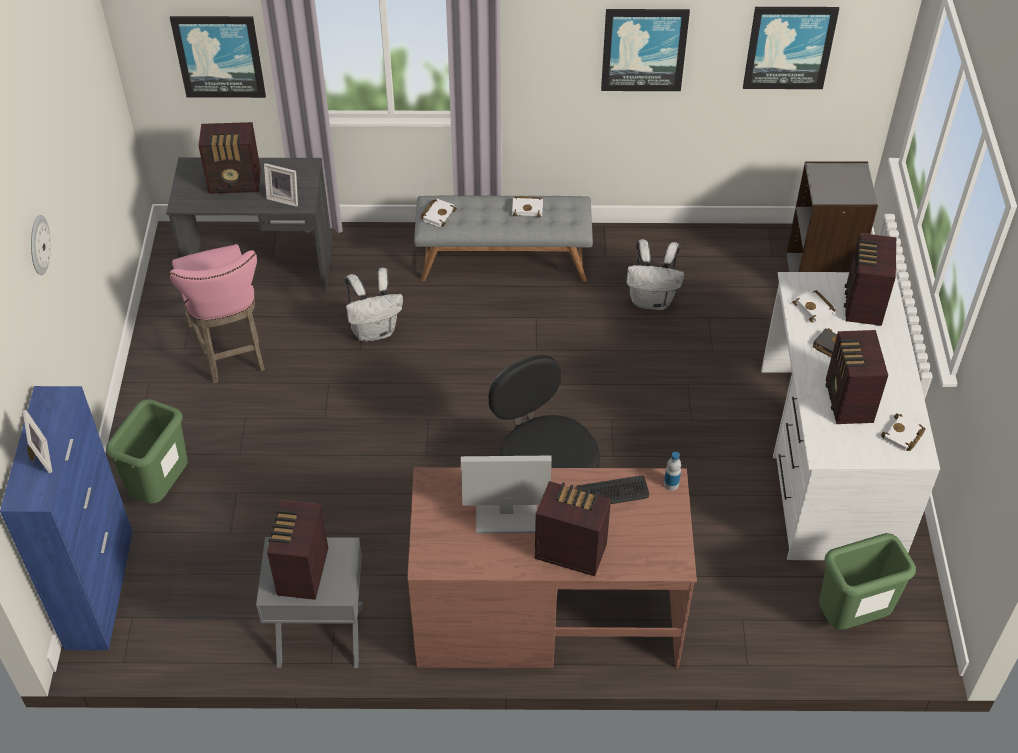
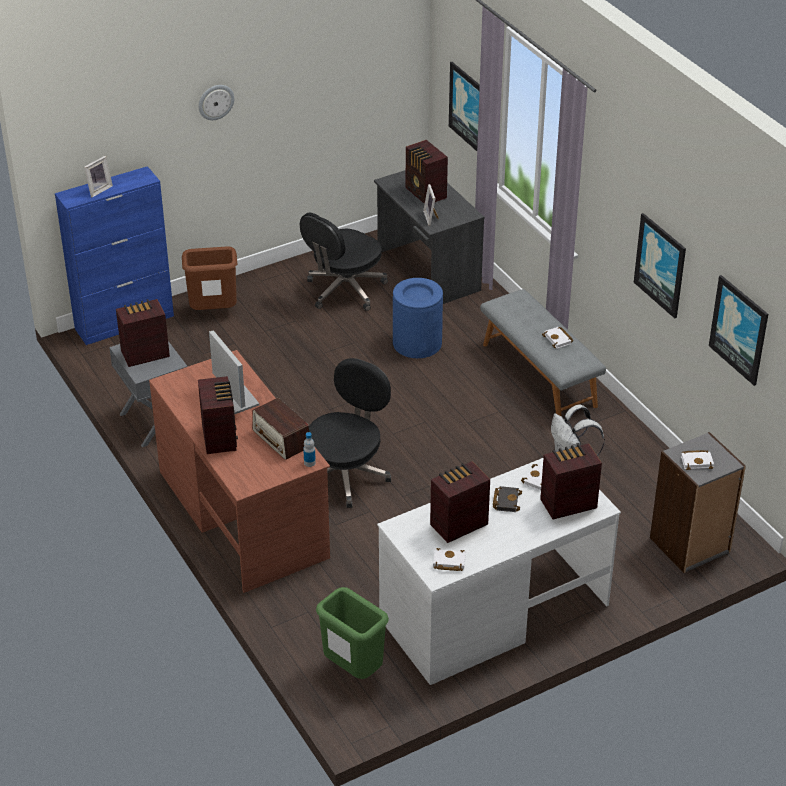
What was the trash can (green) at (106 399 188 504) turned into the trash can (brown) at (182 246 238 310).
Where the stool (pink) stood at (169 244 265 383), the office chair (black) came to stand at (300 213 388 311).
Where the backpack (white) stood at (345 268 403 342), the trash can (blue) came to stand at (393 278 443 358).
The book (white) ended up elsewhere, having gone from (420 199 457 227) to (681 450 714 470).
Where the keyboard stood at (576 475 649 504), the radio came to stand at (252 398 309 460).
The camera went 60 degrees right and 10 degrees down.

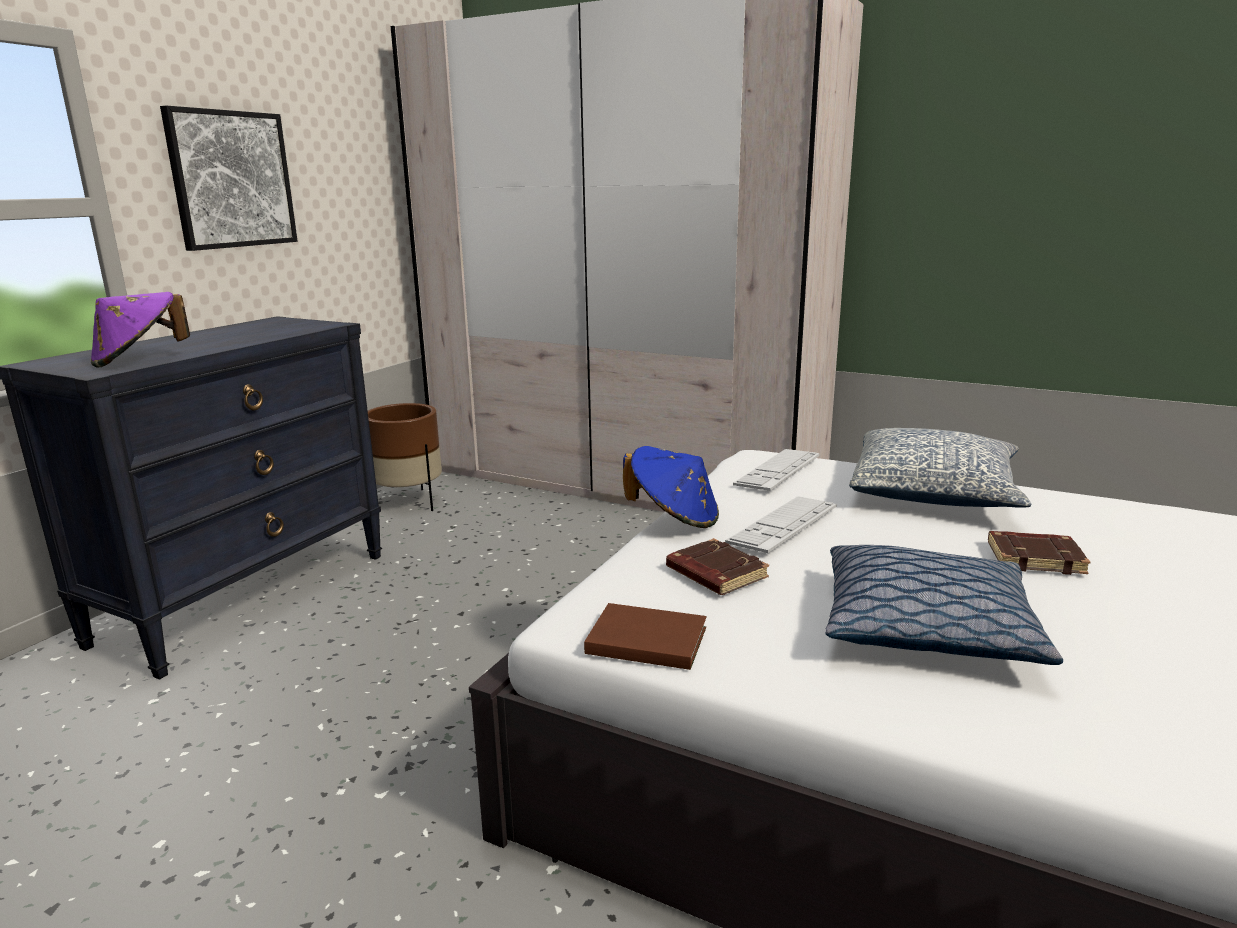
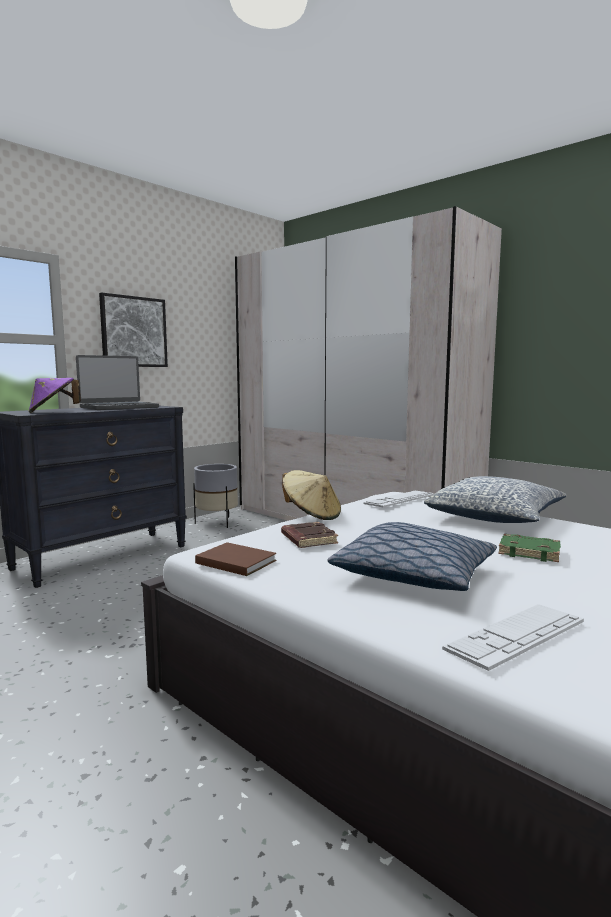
What was the planter (brown) at (368 403 442 511) turned into the planter (grey) at (193 464 238 528).
What was the hat (blue) at (623 446 719 528) turned into the hat (beige) at (282 470 341 520).
The keyboard ended up elsewhere, having gone from (725 496 837 553) to (442 604 584 671).
What was the book (brown) at (988 531 1091 575) turned into the book (green) at (498 534 561 562).
The second view gained the laptop at (76 355 159 410).
The camera went 15 degrees right and 10 degrees down.

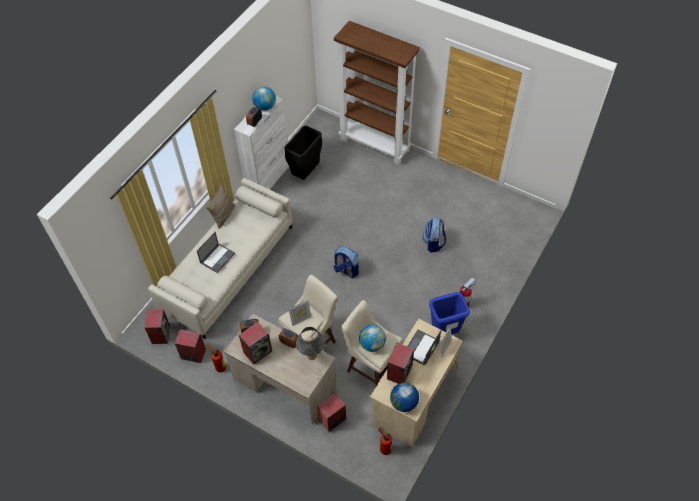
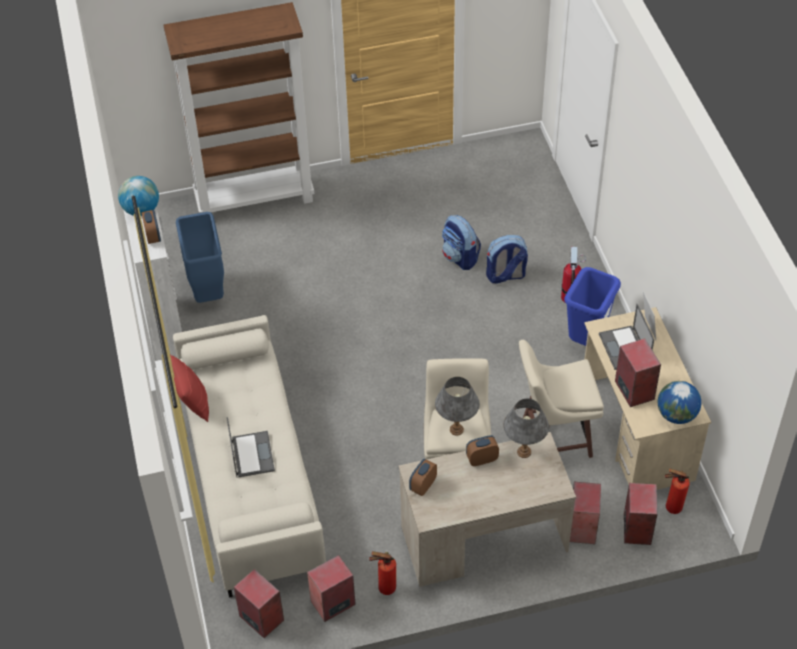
What was the pillow (beige) at (205 184 235 229) turned into the pillow (red) at (170 355 209 422).
The speaker ended up elsewhere, having gone from (239 322 272 364) to (624 483 658 545).
What was the trash can (black) at (284 126 322 180) turned into the trash can (blue) at (176 212 224 303).
Where the picture frame stood at (288 300 311 326), the table lamp (grey) came to stand at (435 377 480 436).
The backpack ended up elsewhere, having gone from (333 246 359 278) to (486 235 528 283).
The second view lost the globe at (359 325 386 352).
The camera went 45 degrees left and 5 degrees down.

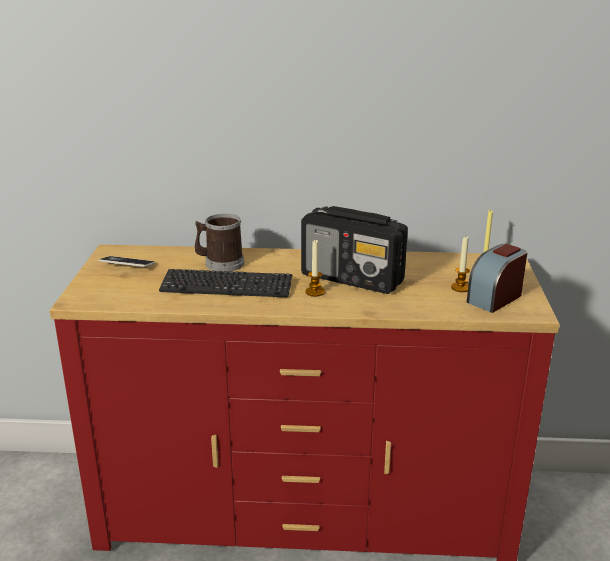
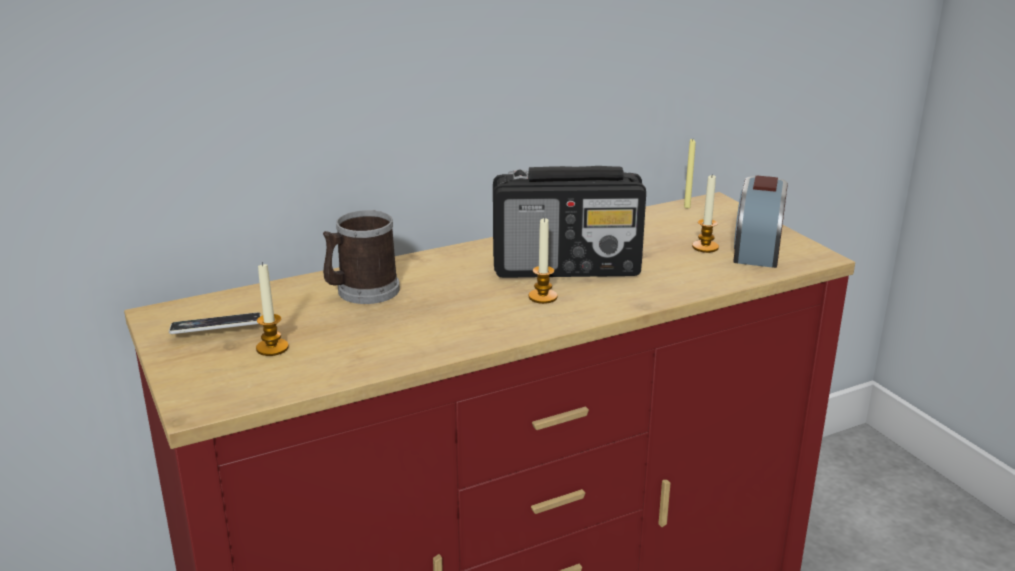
The second view lost the keyboard at (159 269 292 297).
The second view gained the candle at (256 262 289 356).
The camera went 30 degrees left and 0 degrees up.

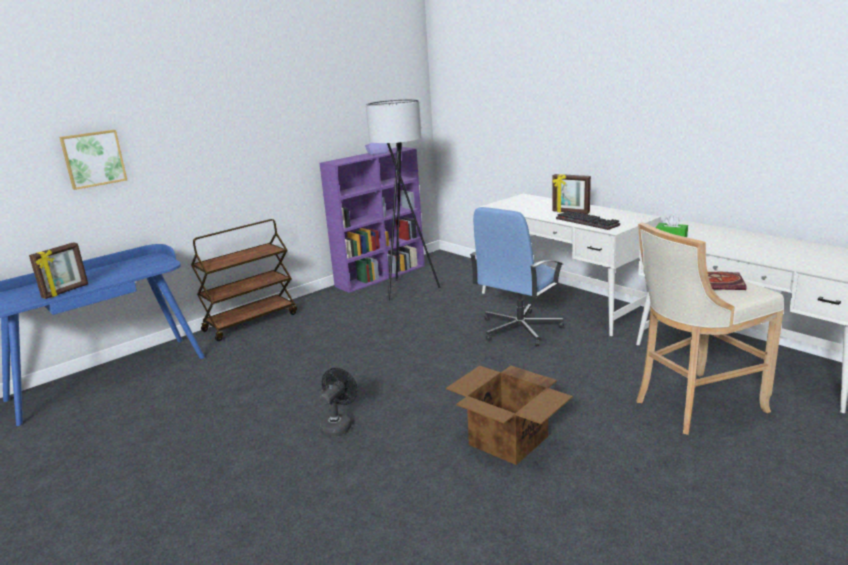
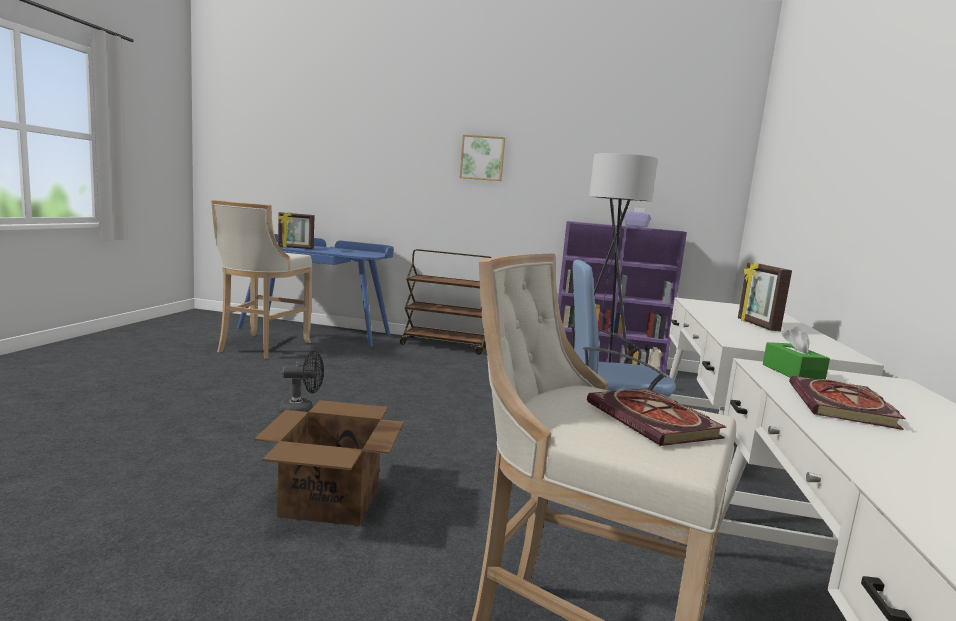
The picture ended up elsewhere, having gone from (59 130 127 190) to (460 135 505 181).
The second view lost the keyboard at (556 211 620 230).
The second view gained the stool (beige) at (211 200 312 359).
The second view gained the book at (789 376 906 430).
The camera went 50 degrees right and 10 degrees down.

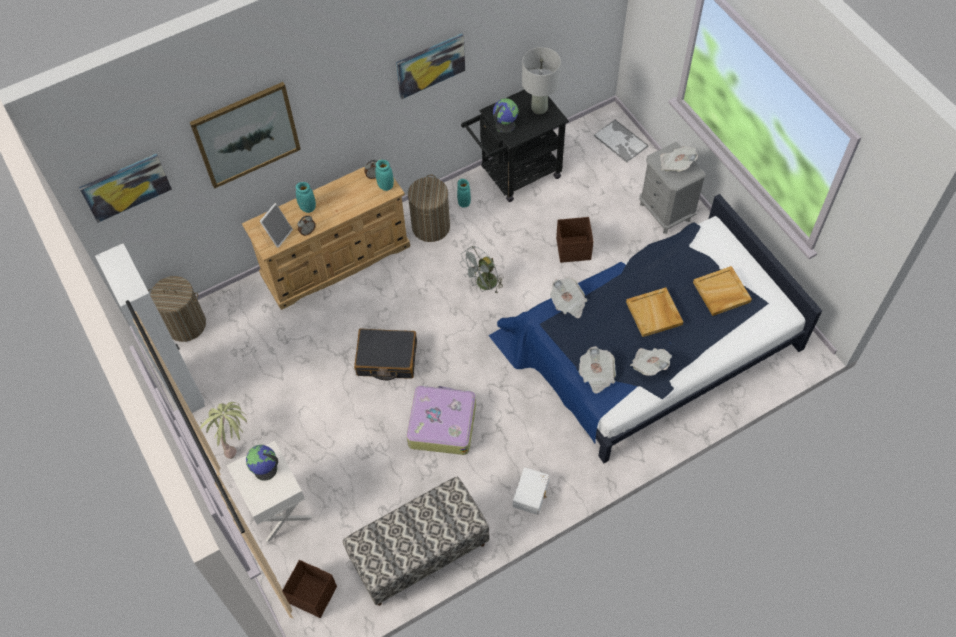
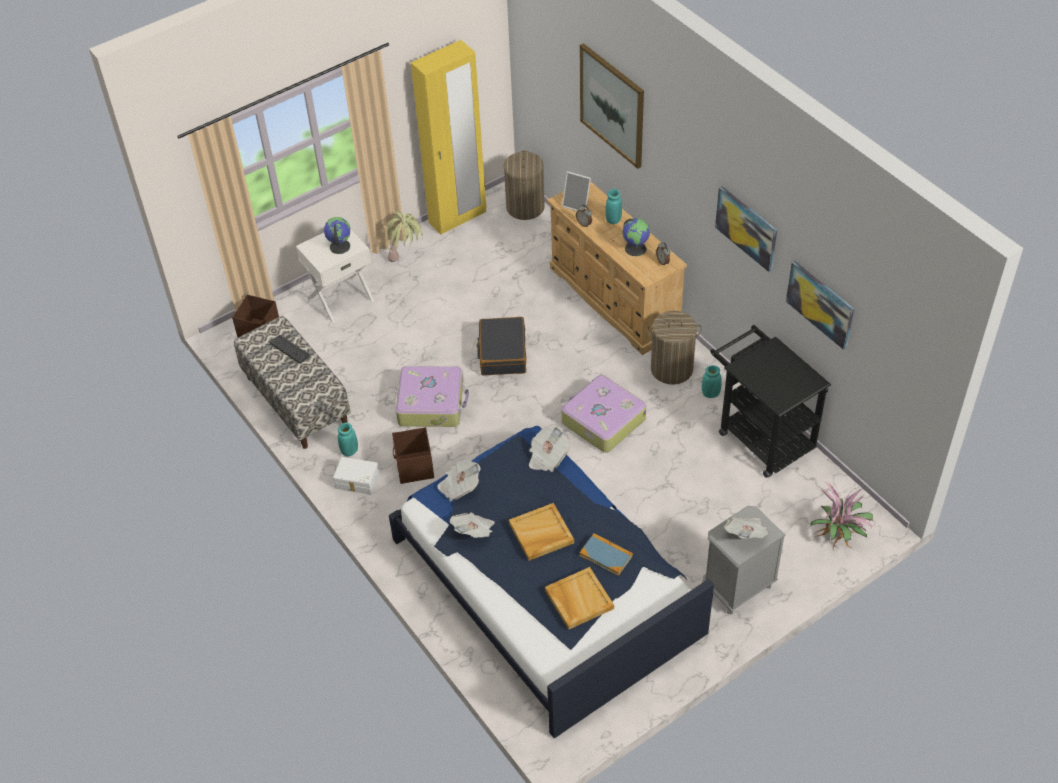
The picture ended up elsewhere, having gone from (79 154 172 223) to (786 261 854 350).
What was the wardrobe (white) at (95 244 205 413) turned into the wardrobe (yellow) at (411 40 486 235).
The vase (turquoise) ended up elsewhere, having gone from (375 160 394 191) to (338 423 358 456).
Where the fan (grey) stood at (460 246 503 293), the suitcase came to stand at (561 375 646 453).
The globe ended up elsewhere, having gone from (493 98 518 133) to (622 218 650 256).
The second view lost the table lamp (grey) at (522 47 561 114).
The storage box (brown) ended up elsewhere, having gone from (556 217 594 263) to (392 427 434 484).
Where the tray stood at (594 120 649 163), the potted plant came to stand at (810 480 873 549).
The second view gained the keyboard at (270 335 310 364).
The second view gained the book at (580 534 633 576).
The camera went 85 degrees right and 10 degrees down.

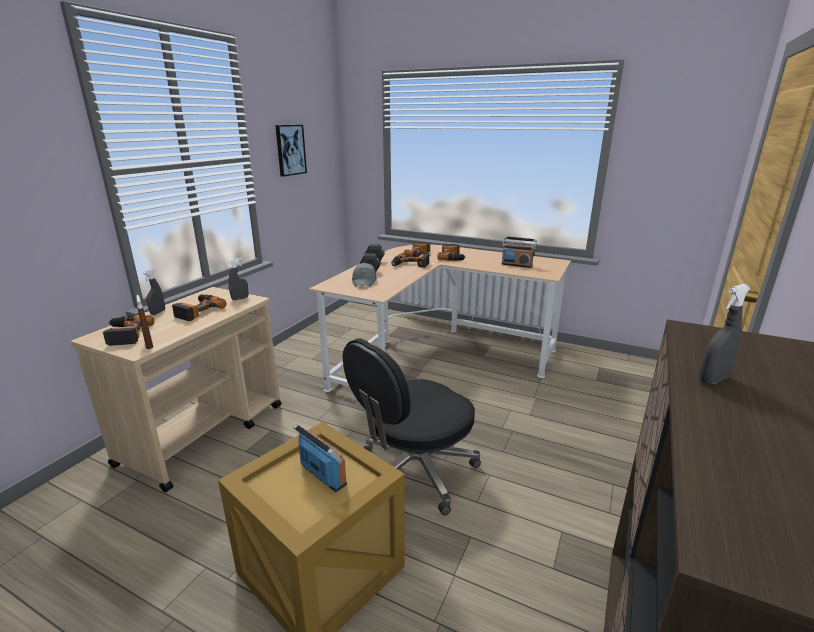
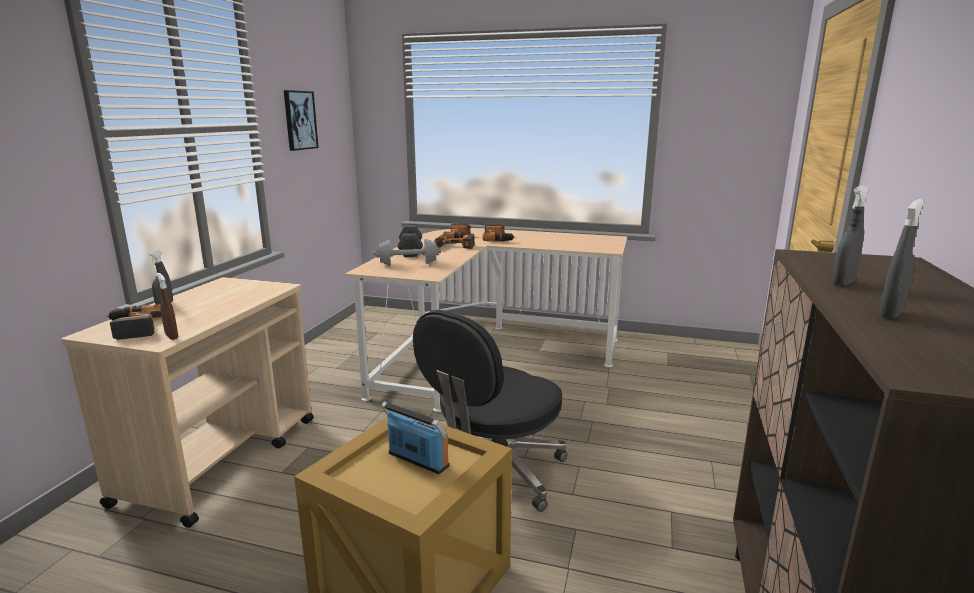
The second view lost the power drill at (172 294 226 321).
The spray bottle (grey) ended up elsewhere, having gone from (228 258 249 300) to (879 199 924 319).
Where the cap (grey) stood at (352 263 377 287), the dumbbell (grey) came to stand at (373 239 441 265).
The second view lost the radio at (501 236 537 268).
The camera went 10 degrees left and 5 degrees down.

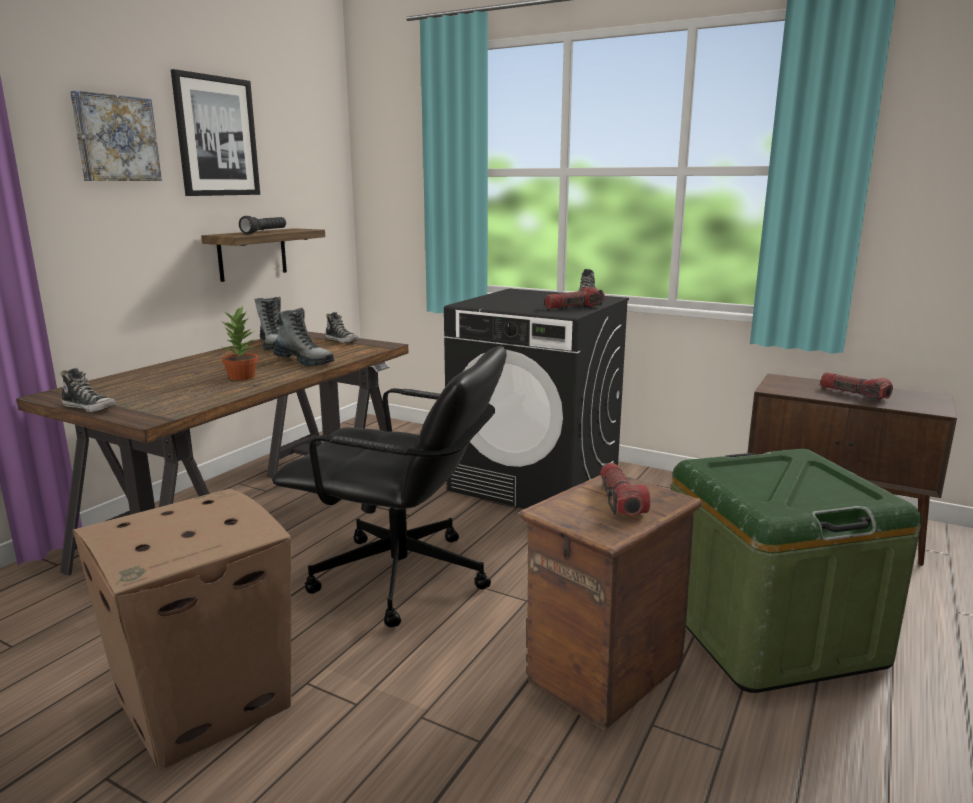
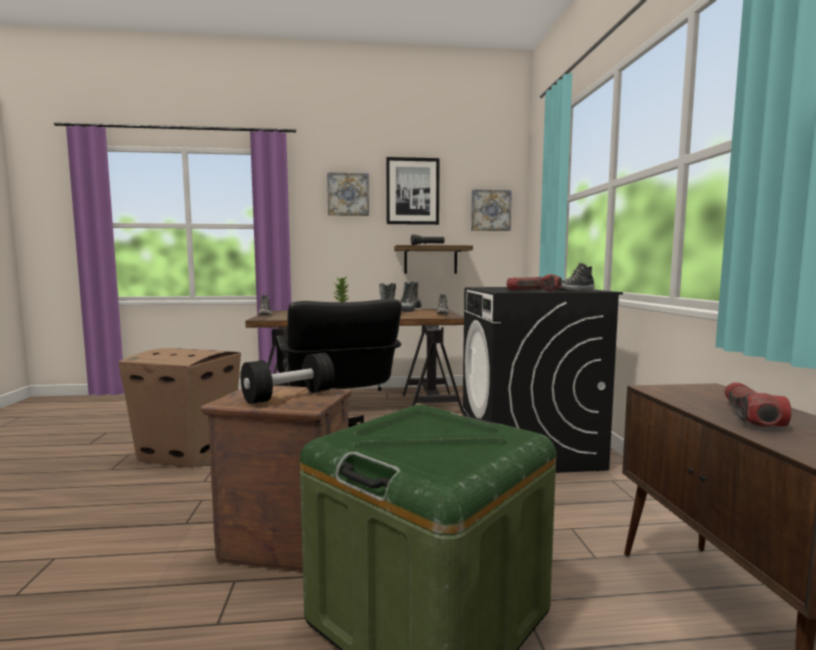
Where the flashlight stood at (600 463 650 516), the dumbbell (black) came to stand at (241 353 335 404).
The second view gained the picture at (471 189 512 231).
The camera went 55 degrees right and 10 degrees down.

